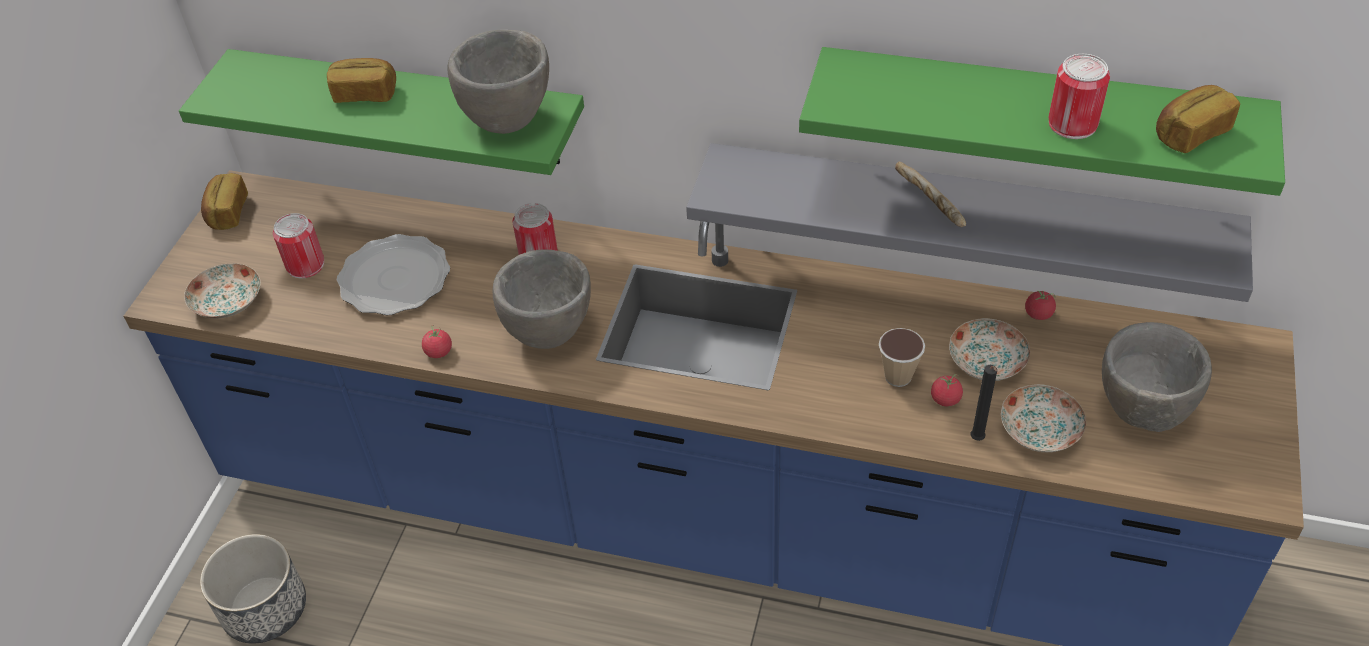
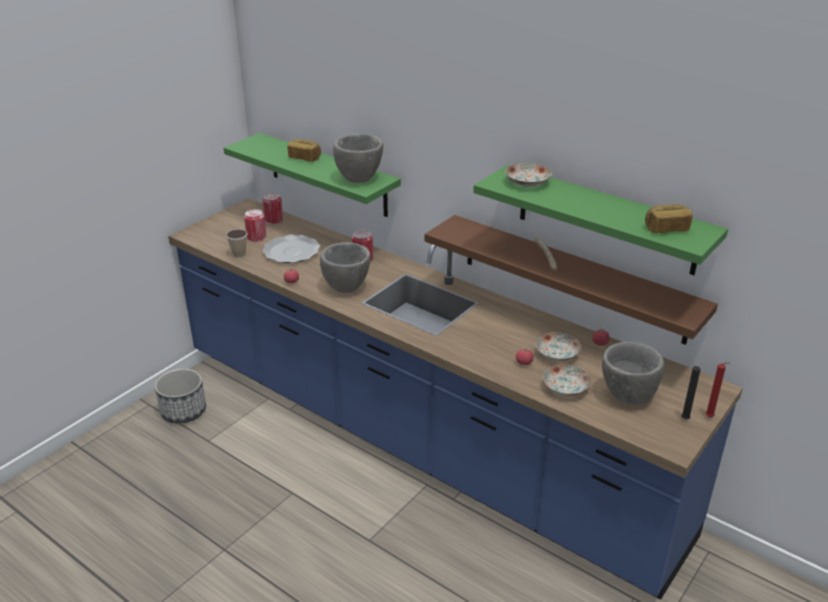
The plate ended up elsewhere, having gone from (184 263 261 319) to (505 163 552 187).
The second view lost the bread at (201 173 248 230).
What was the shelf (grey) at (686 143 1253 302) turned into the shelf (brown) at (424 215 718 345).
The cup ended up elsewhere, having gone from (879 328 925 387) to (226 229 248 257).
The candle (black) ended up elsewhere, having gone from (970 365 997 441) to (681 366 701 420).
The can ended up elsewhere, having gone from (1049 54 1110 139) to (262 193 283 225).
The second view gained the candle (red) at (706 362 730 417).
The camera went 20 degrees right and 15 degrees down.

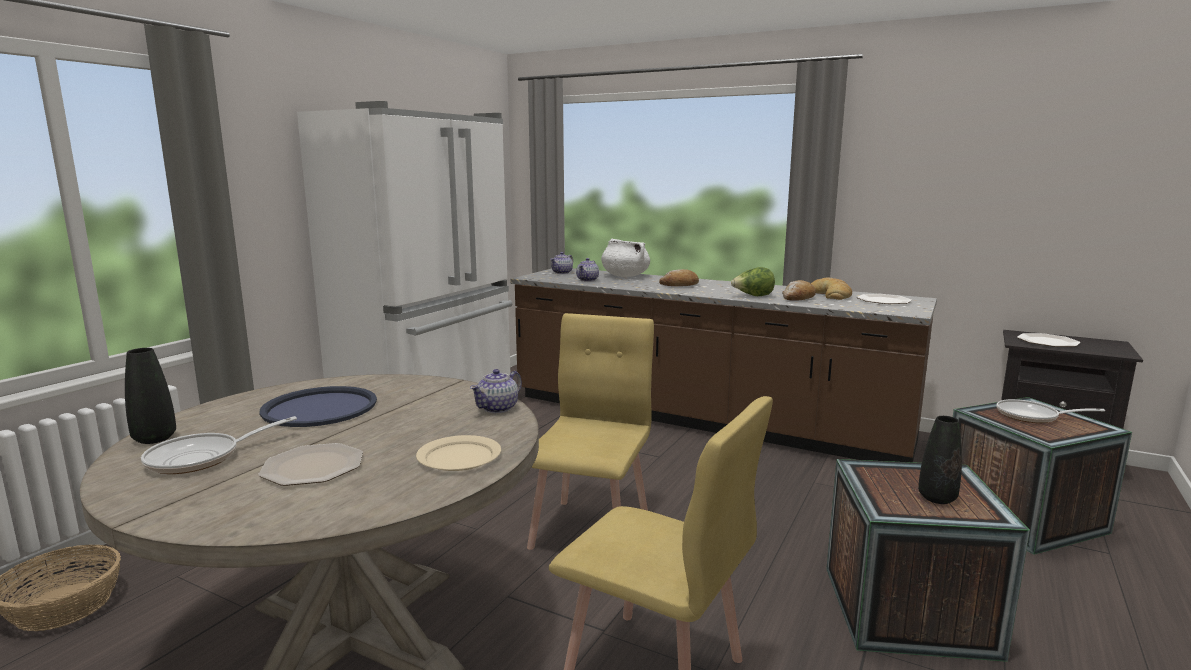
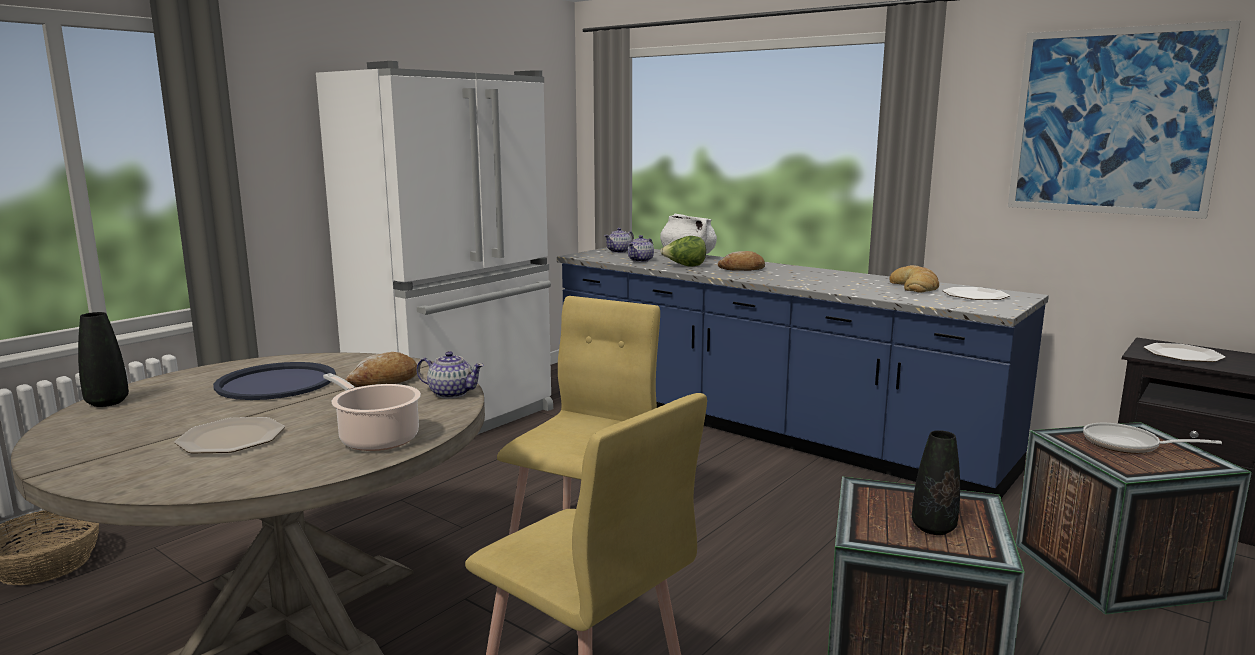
The second view lost the frying pan at (141 416 297 474).
Where the plate (beige) stood at (416 435 501 471), the cooking pot came to stand at (323 373 421 451).
The teapot at (470 369 522 413) ended up facing another way, 120 degrees counterclockwise from before.
What was the counter (brown) at (510 268 937 462) turned into the counter (blue) at (557 247 1049 498).
The lettuce ended up elsewhere, having gone from (731 267 775 296) to (660 236 706 267).
The bread ended up elsewhere, having gone from (782 280 816 301) to (346 352 417 387).
The second view gained the picture at (1008 20 1240 219).
The camera went 10 degrees right and 0 degrees up.

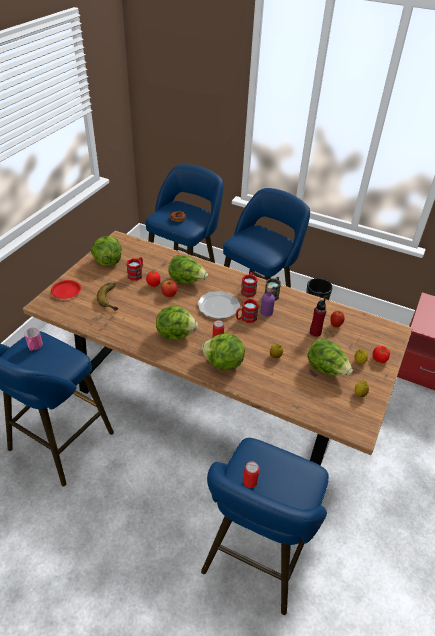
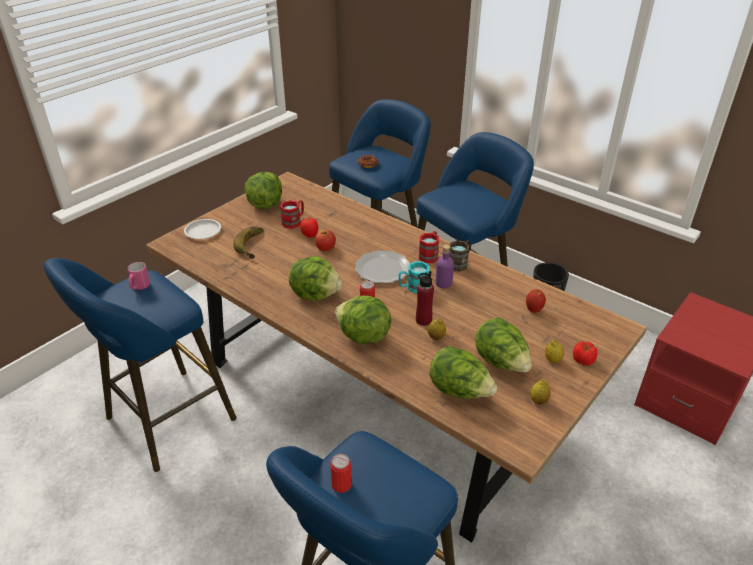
What was the plate (red) at (51 280 81 299) turned into the plate (white) at (184 219 221 239).
The lettuce ended up elsewhere, having gone from (169 255 208 283) to (429 346 497 399).
What was the mug (red) at (236 299 259 323) turned into the mug (turquoise) at (398 261 429 293).
The bottle (red) ended up elsewhere, having gone from (310 298 326 337) to (416 271 434 326).
The camera went 15 degrees right and 5 degrees down.

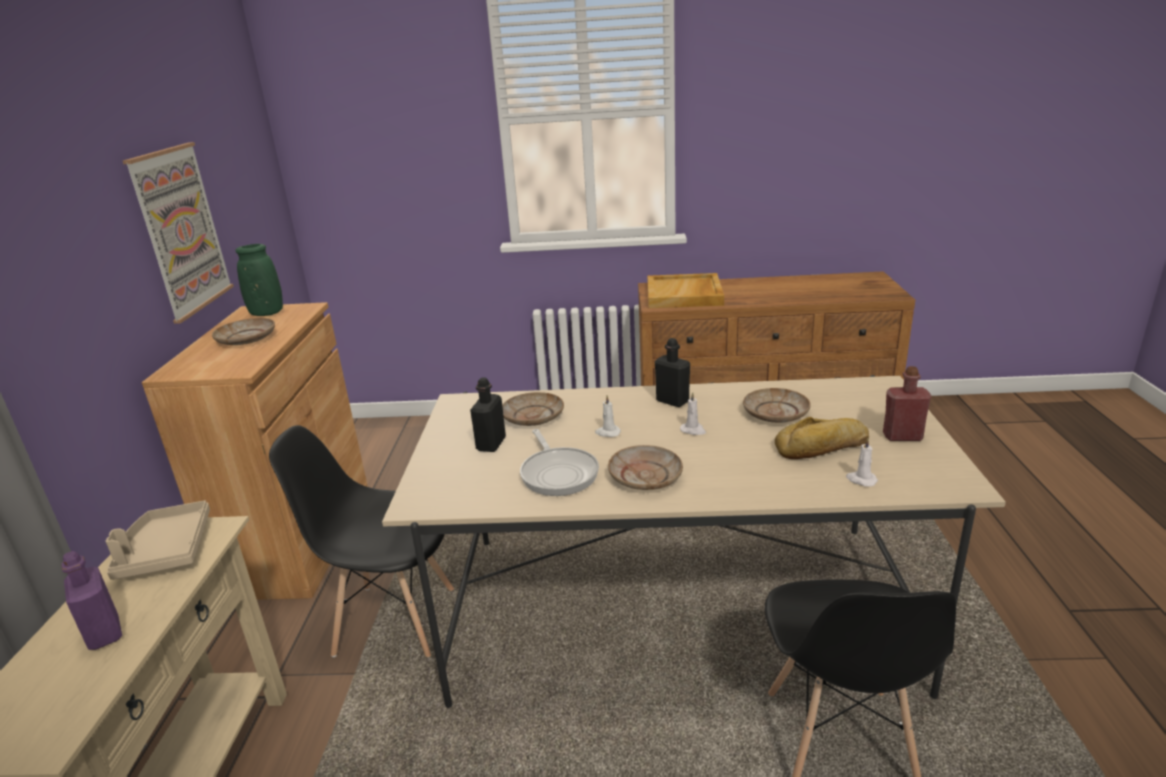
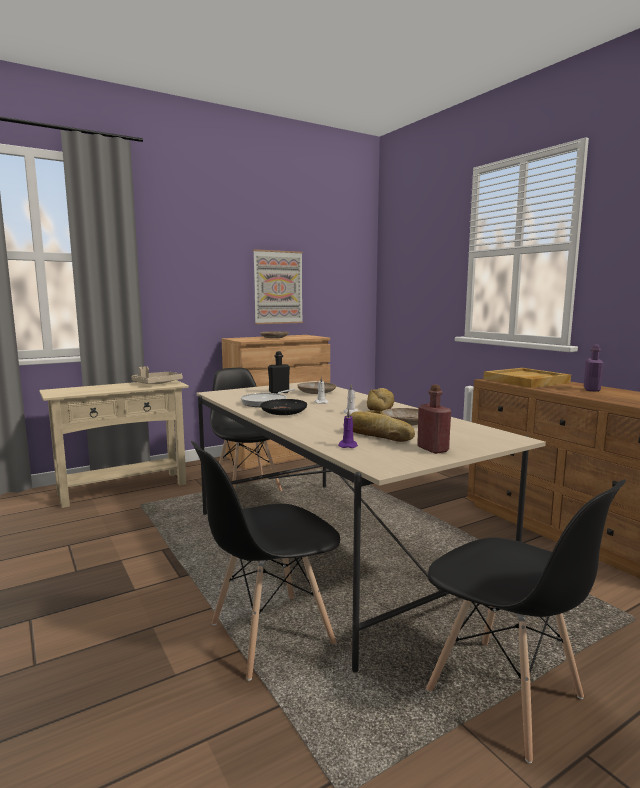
The bottle (purple) ended up elsewhere, having gone from (61 551 122 650) to (583 344 604 392).
The second view lost the vase (green) at (236 244 283 316).
What was the plate (beige) at (608 445 683 490) turned into the plate (black) at (261 399 307 415).
Where the bottle (black) stood at (655 338 690 407), the bread came to stand at (367 388 394 411).
What was the candle (white) at (846 437 878 487) turned into the candle (purple) at (338 409 358 448).
The second view gained the chair (black) at (426 480 626 763).
The camera went 55 degrees right and 15 degrees down.

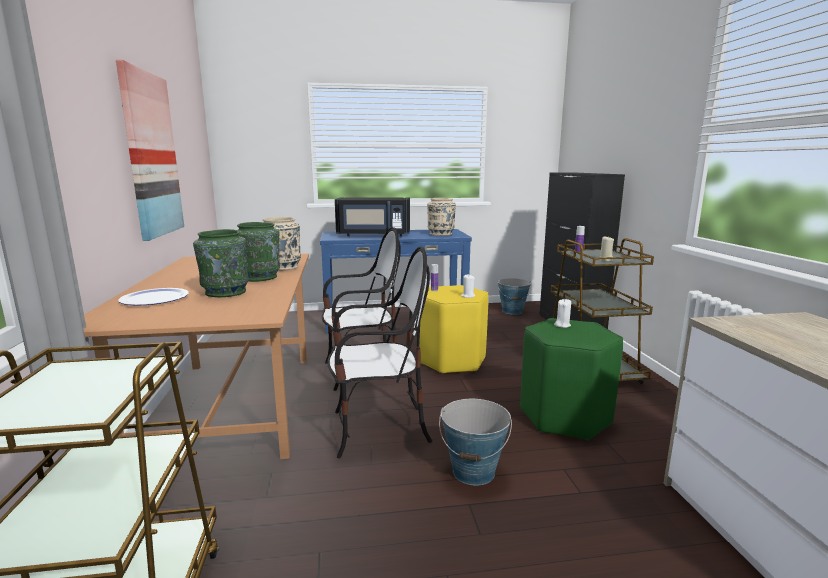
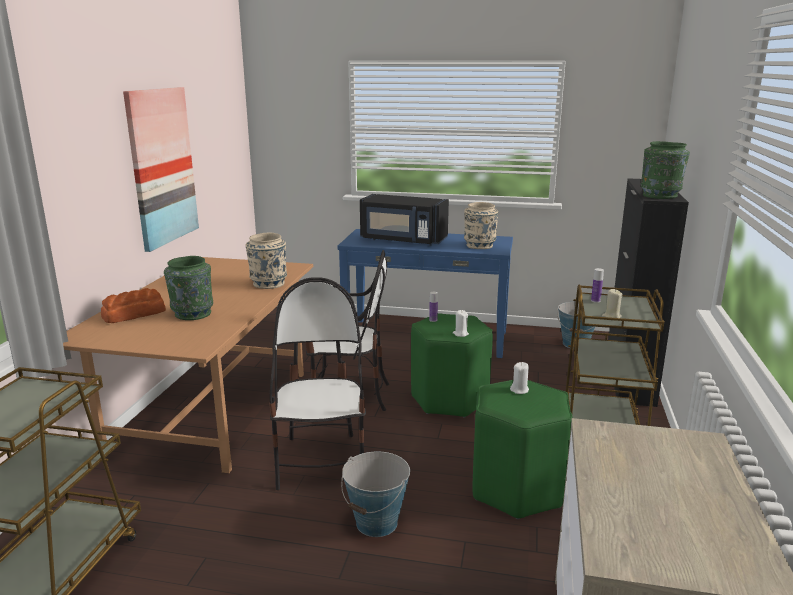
Where the plate stood at (118 288 189 305), the bread came to stand at (101 288 166 323).
The vase (green) ended up elsewhere, having gone from (237 222 280 282) to (641 141 690 199).
The chair at (328 246 432 458) ended up facing another way, 105 degrees counterclockwise from before.
What was the stool (yellow) at (419 285 489 374) turned into the stool (green) at (411 313 493 418).
The camera went 20 degrees right and 5 degrees up.

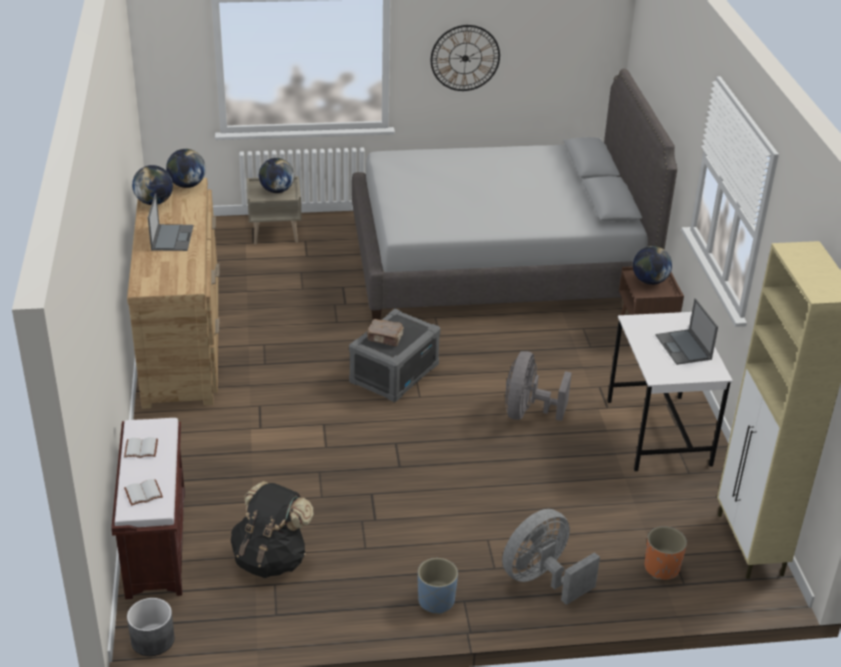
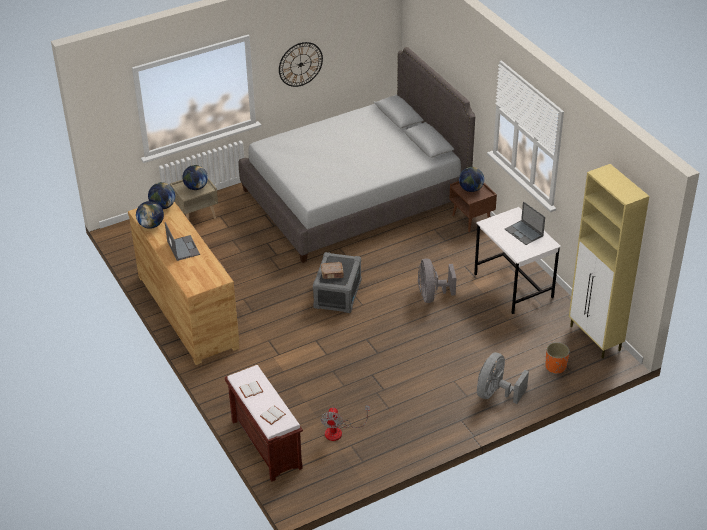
The second view lost the planter (grey) at (127 598 175 656).
Where the backpack (black) stood at (231 481 313 578), the fan came to stand at (321 405 370 441).
The second view lost the planter (blue) at (418 558 458 614).
The camera went 20 degrees left and 5 degrees up.

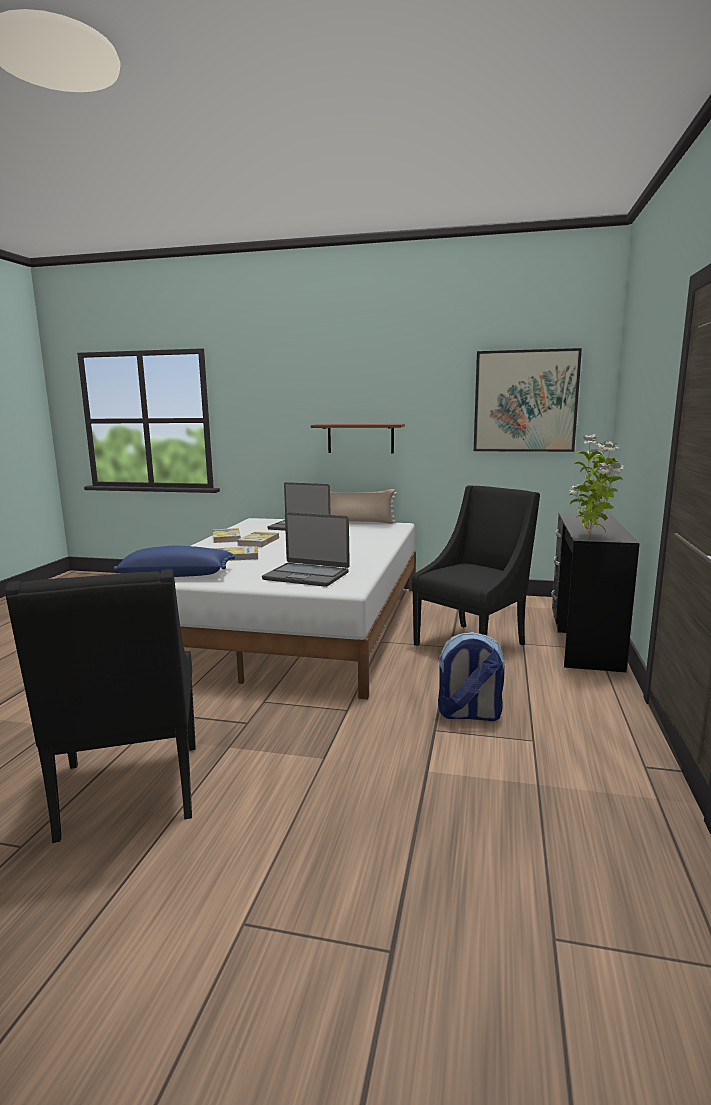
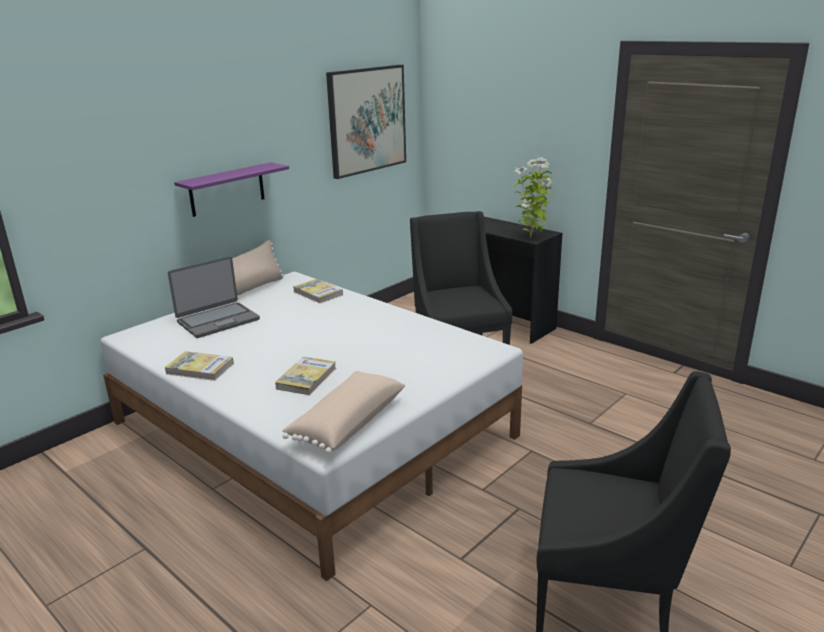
What was the pillow (blue) at (114 546 235 577) turned into the pillow (beige) at (282 371 405 454).
The book ended up elsewhere, having gone from (237 532 279 547) to (293 279 343 303).
The second view lost the laptop at (262 512 350 587).
What was the shelf (brown) at (311 424 405 454) turned into the shelf (purple) at (174 162 289 217).
The second view lost the backpack at (438 632 505 721).
The camera went 60 degrees left and 10 degrees up.

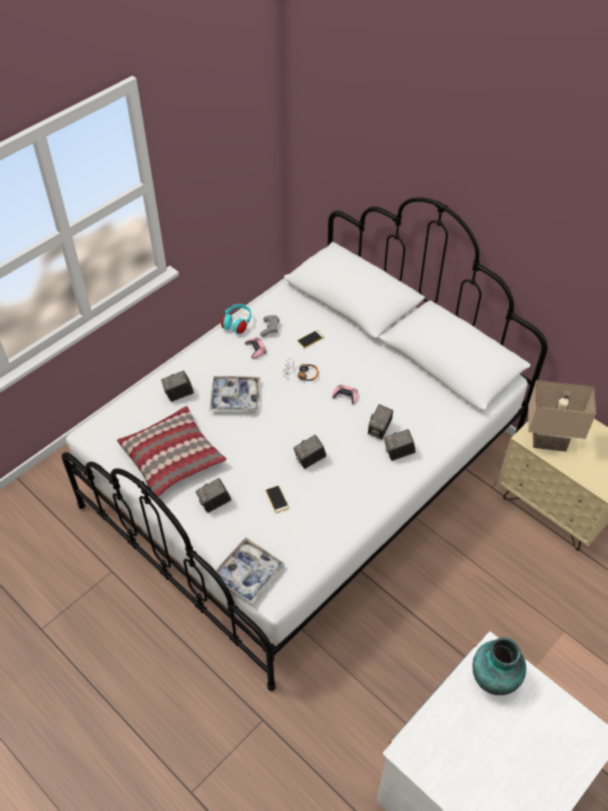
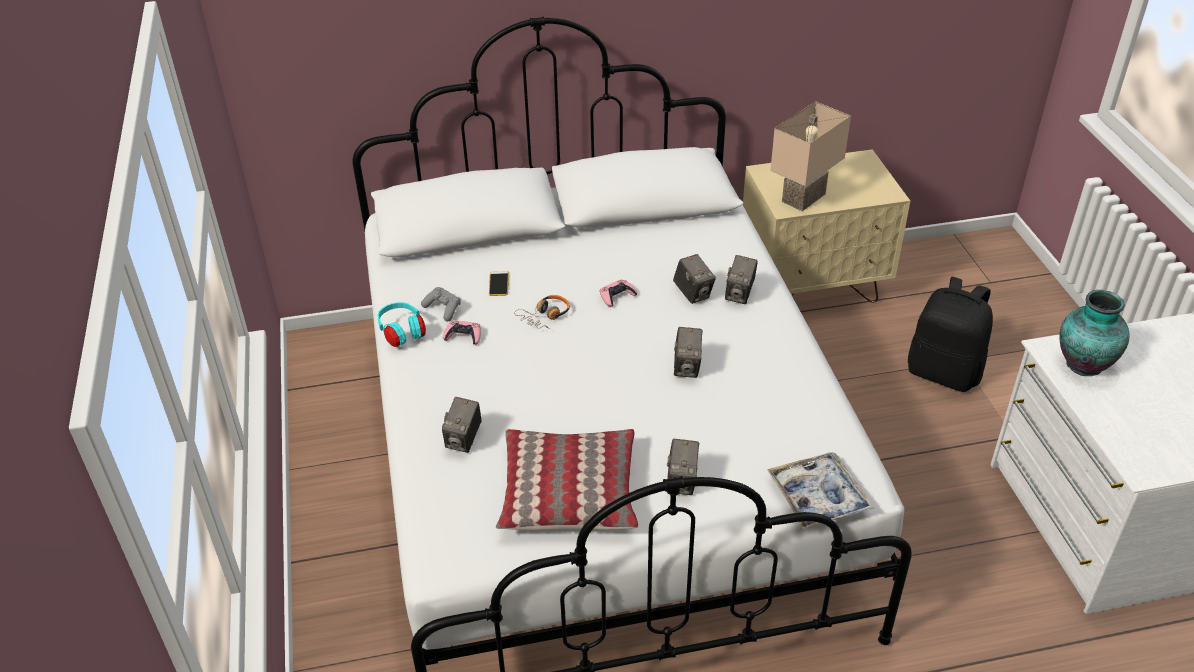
The second view lost the tray at (209 376 260 412).
The second view lost the phone at (266 486 289 513).
The second view gained the backpack (black) at (908 277 993 392).
The camera went 55 degrees left and 10 degrees down.

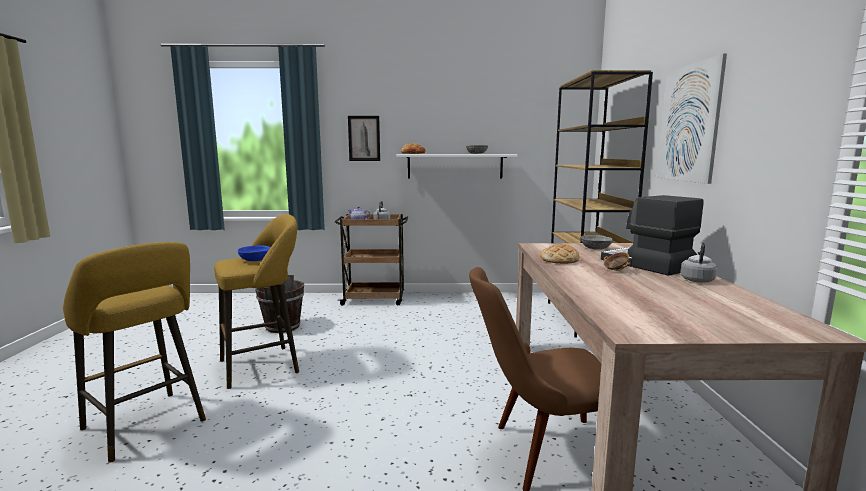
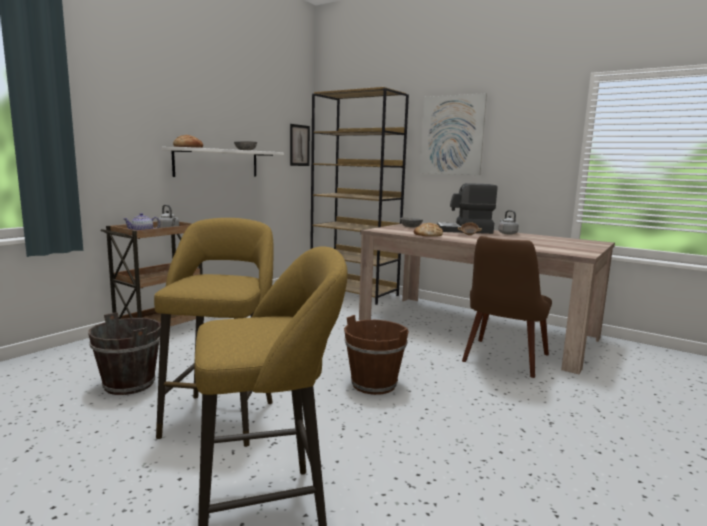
The second view lost the bowl (blue) at (238 245 271 261).
The picture ended up elsewhere, having gone from (348 116 380 161) to (290 124 310 166).
The second view gained the bucket (brown) at (344 315 409 395).
The camera went 55 degrees left and 0 degrees up.

